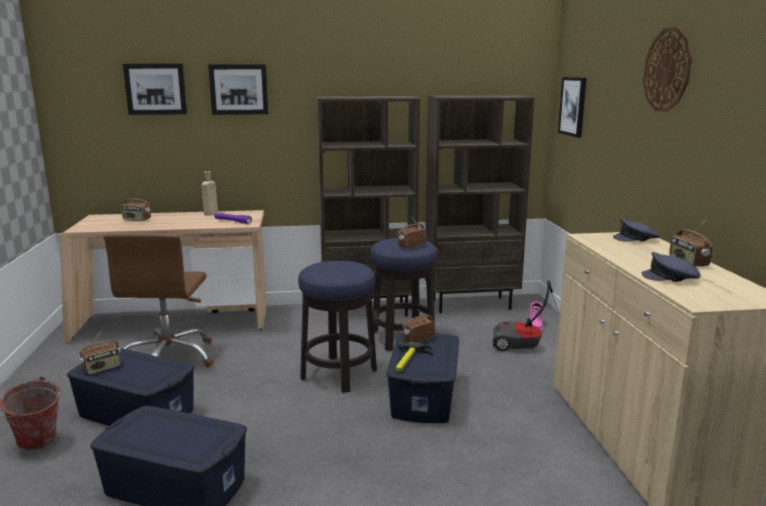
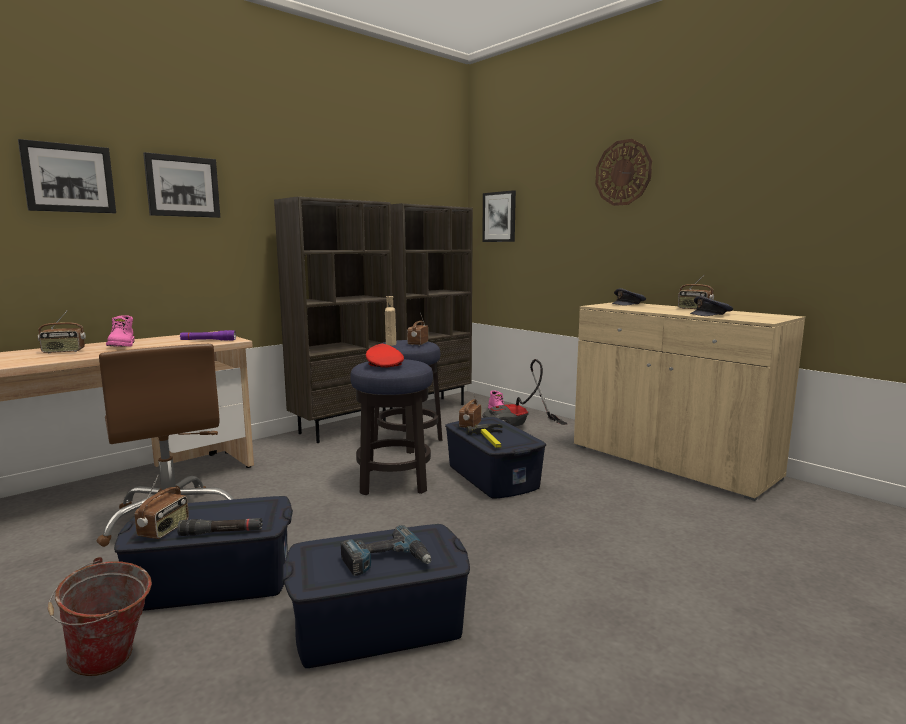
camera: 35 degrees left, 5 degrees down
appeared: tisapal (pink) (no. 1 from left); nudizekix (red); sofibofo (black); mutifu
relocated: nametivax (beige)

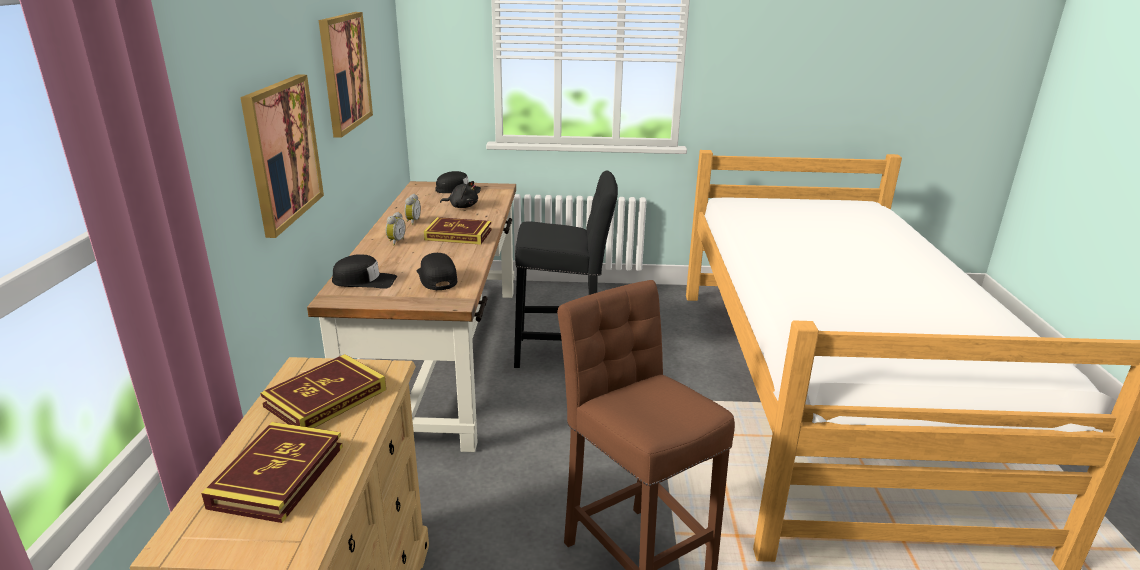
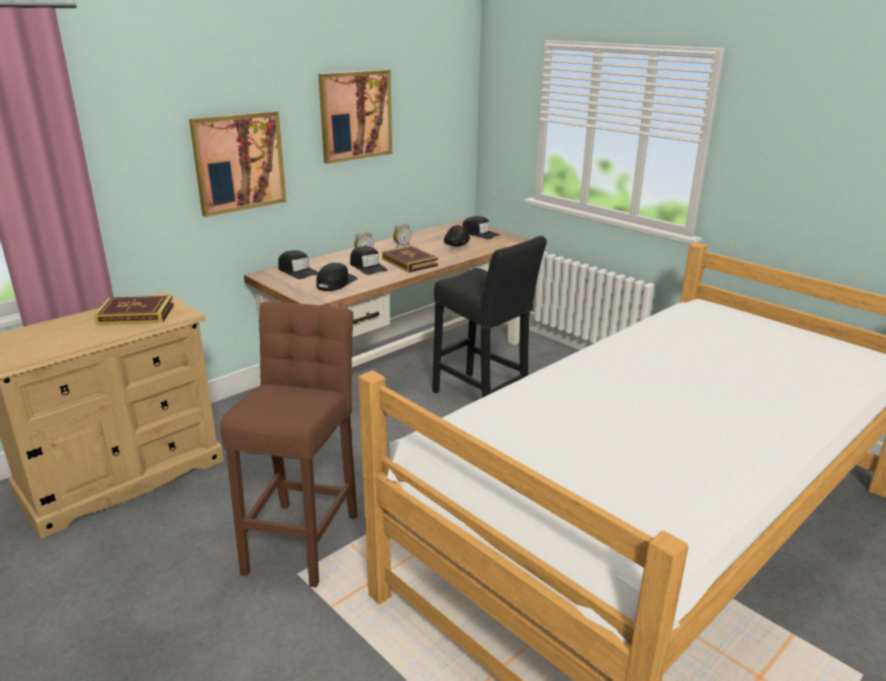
camera: 45 degrees right, 0 degrees up
missing: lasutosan (no. 1 from left)
appeared: nudizekix (black) (no. 3 from left)

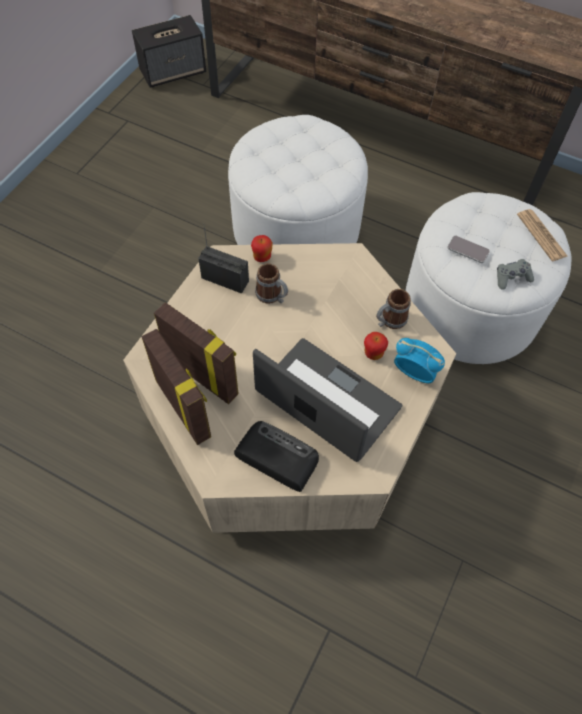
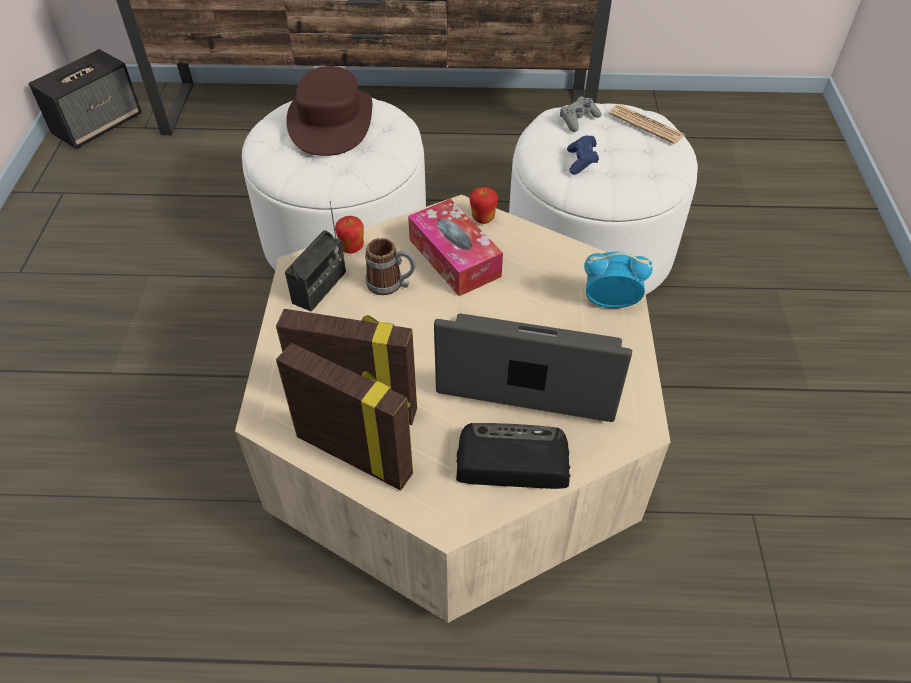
camera: 25 degrees left, 10 degrees down
missing: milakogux (no. 2 from left)
appeared: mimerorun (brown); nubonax
relocated: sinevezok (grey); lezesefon (no. 2 from left)
exchanged: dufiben to sinevezok (blue)
spun: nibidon (no. 1 from left) 120 degrees clockwise

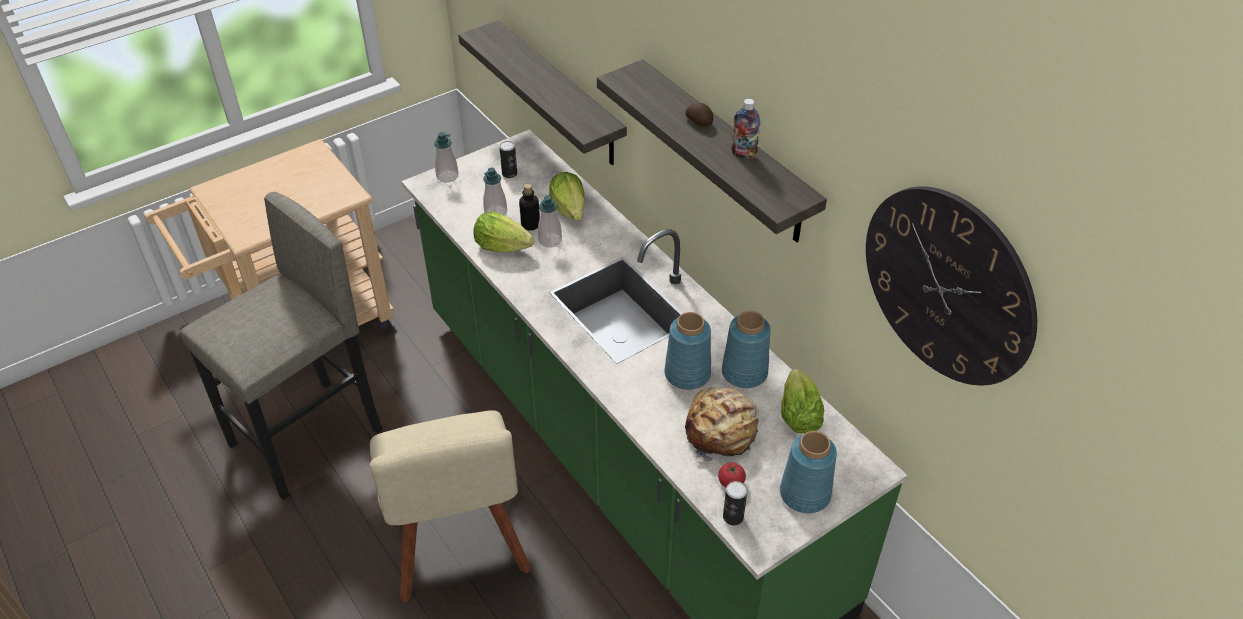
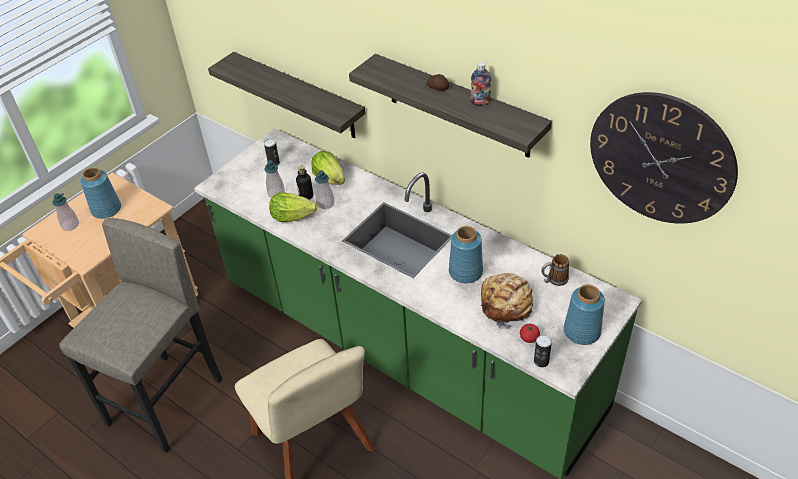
camera: 15 degrees left, 0 degrees up
relocated: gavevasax (no. 1 from left); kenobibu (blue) (no. 2 from left in the first image) to kenobibu (blue) (no. 1 from left)
exchanged: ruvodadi (no. 3 from left) to milakogux

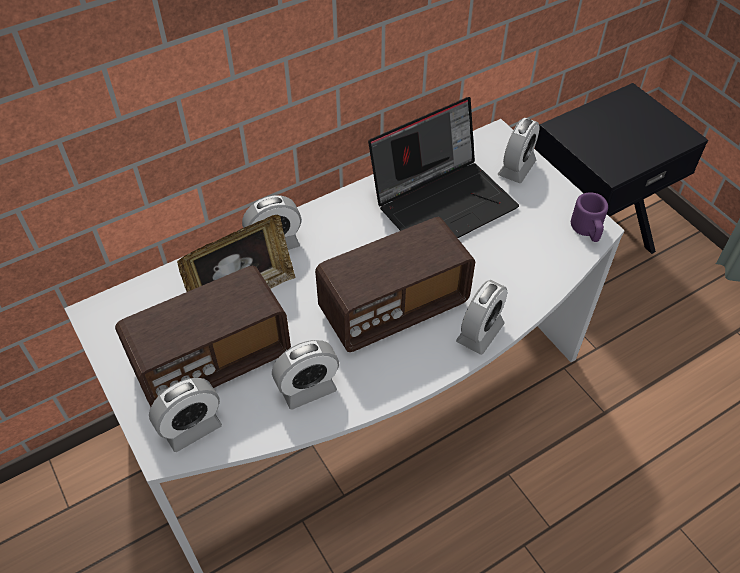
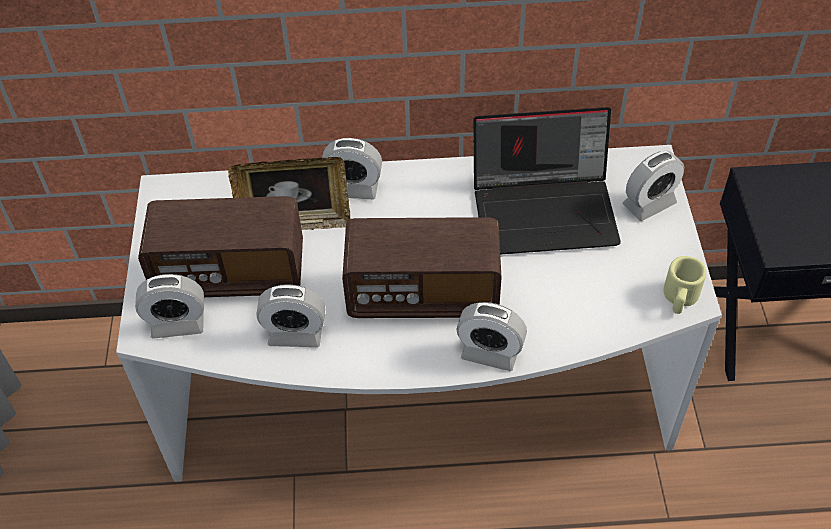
camera: 30 degrees right, 0 degrees up
colour: milakogux (purple) to milakogux (beige)
spun: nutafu (no. 4 from left) 45 degrees clockwise

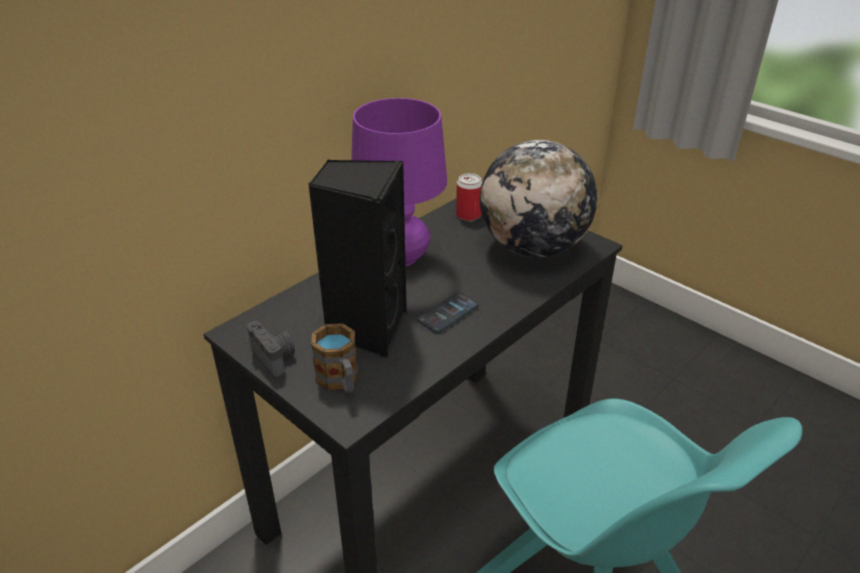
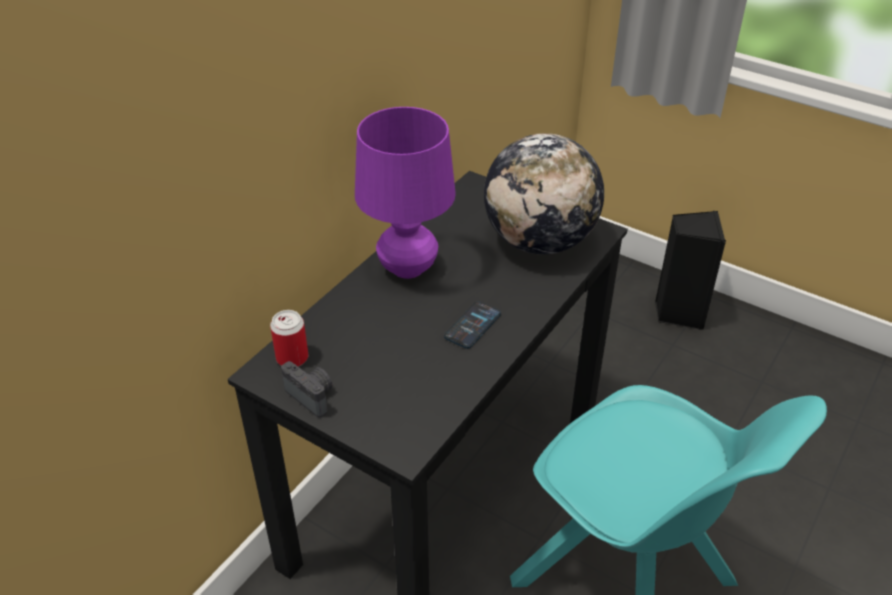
camera: 10 degrees left, 5 degrees up
missing: milakogux
relocated: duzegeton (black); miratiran

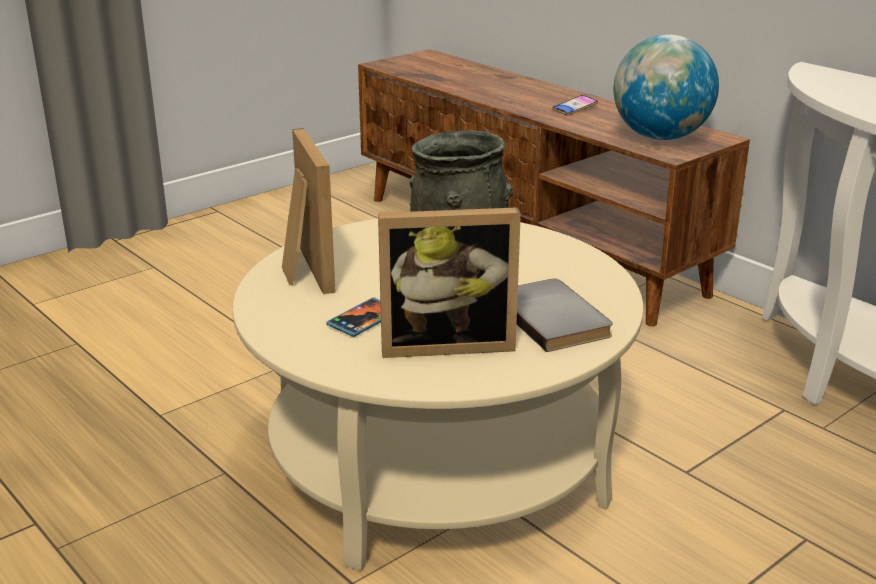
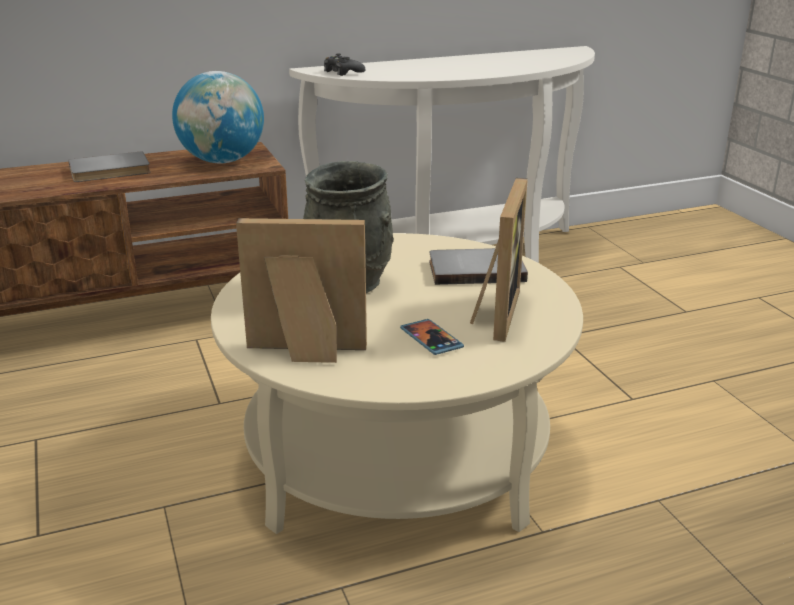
camera: 70 degrees left, 0 degrees up
appeared: sinevezok (black)
exchanged: dufiben (no. 2 from left) to lasutosan (grey) (no. 1 from left)

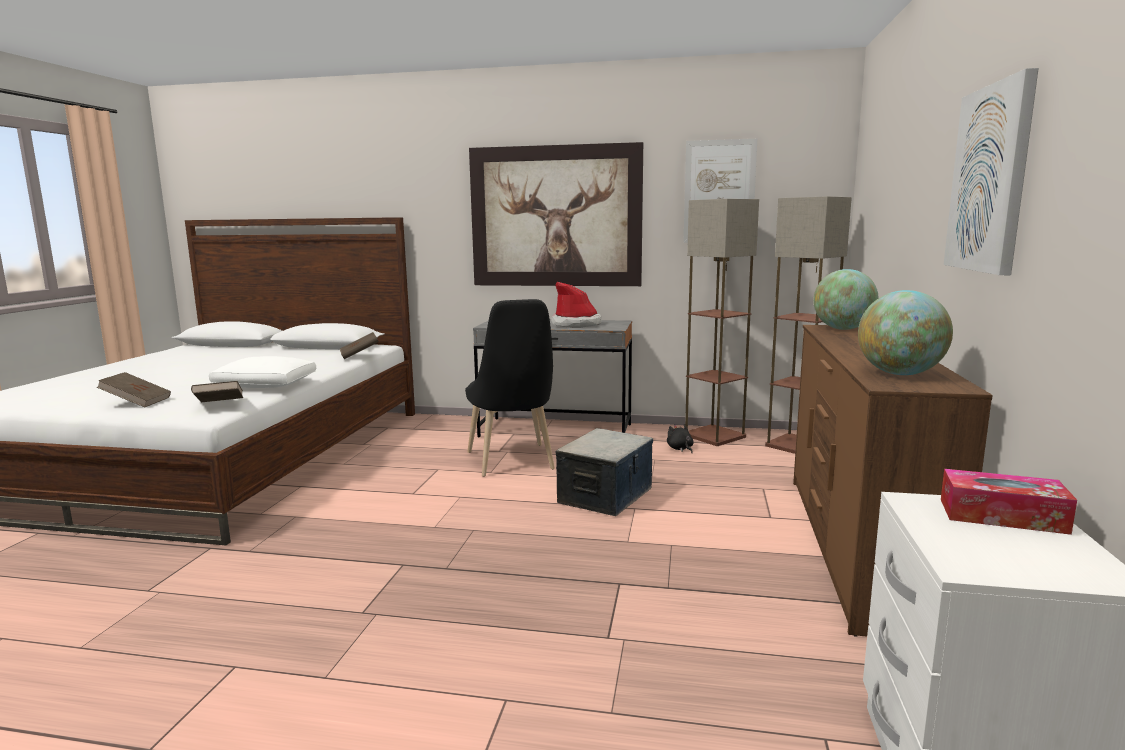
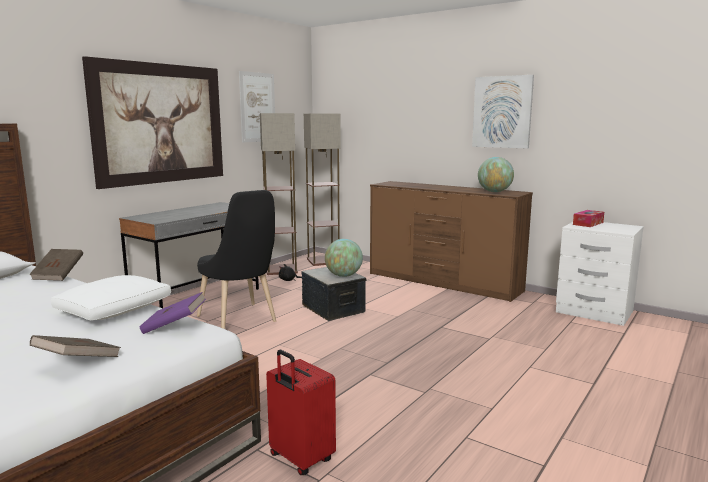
camera: 65 degrees left, 0 degrees up
missing: mimerorun
appeared: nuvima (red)
relocated: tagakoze (no. 1 from left)
colour: lasutosan (brown) (no. 2 from left) to lasutosan (purple)
spun: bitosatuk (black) 45 degrees clockwise

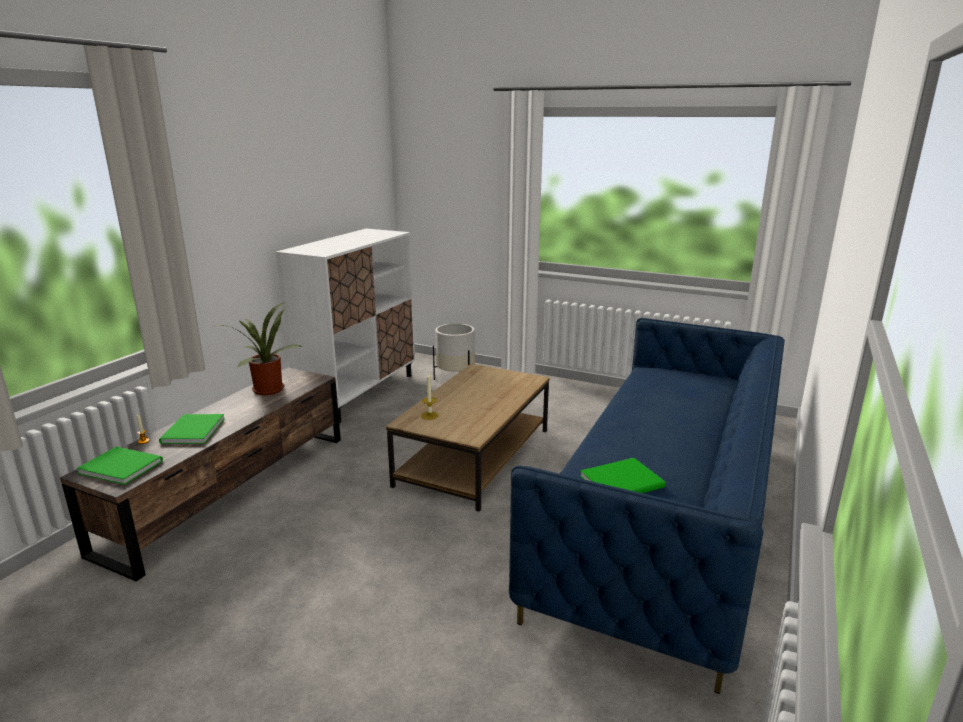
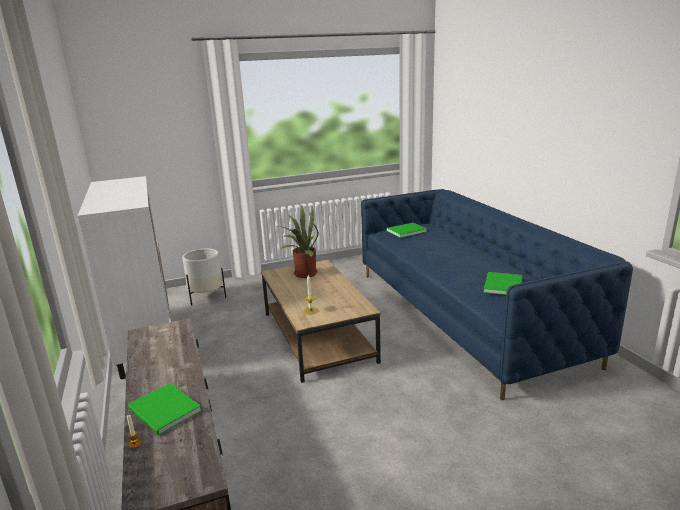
camera: 45 degrees left, 0 degrees up
relocated: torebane; lasutosan (green) (no. 1 from left in the first image) to lasutosan (green) (no. 2 from left)

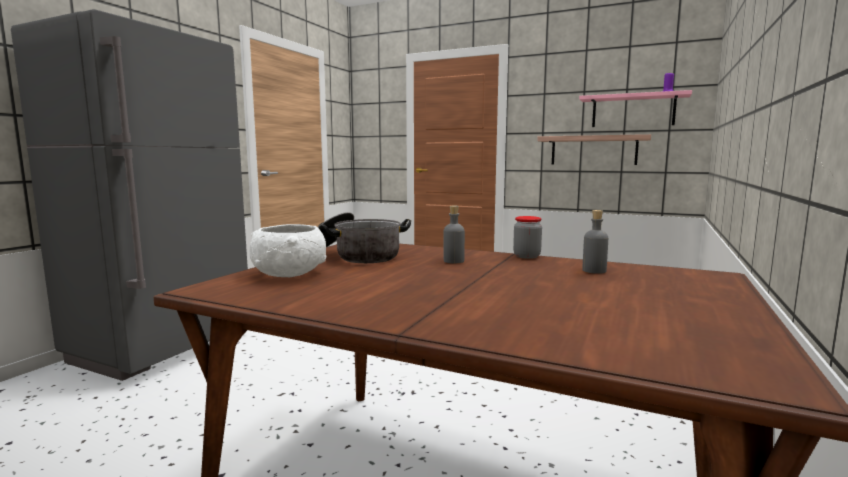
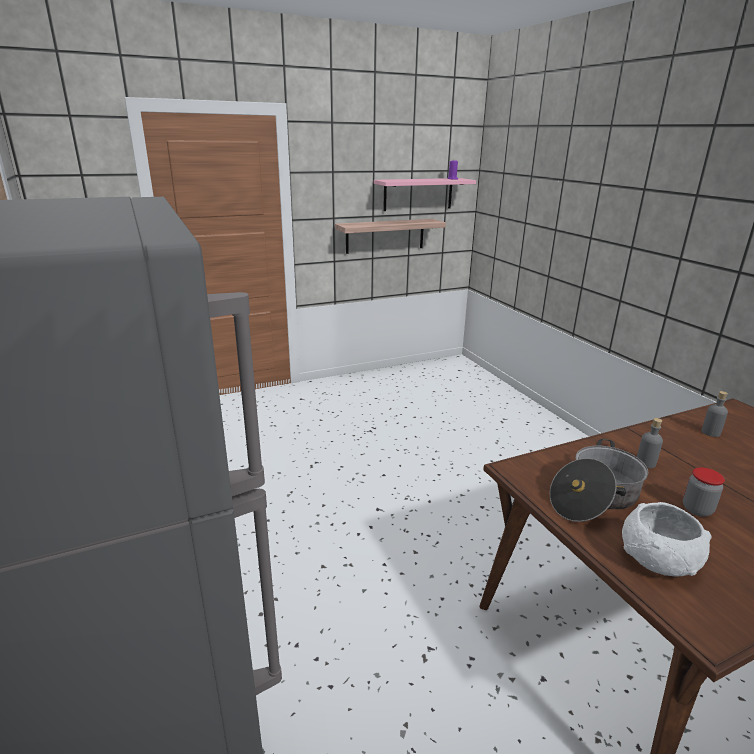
camera: 50 degrees left, 15 degrees up
relocated: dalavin

